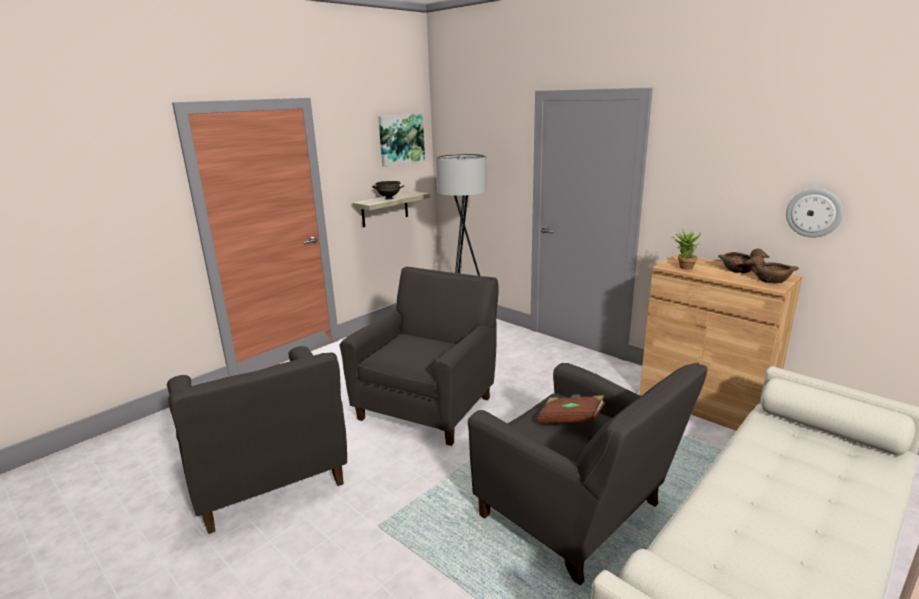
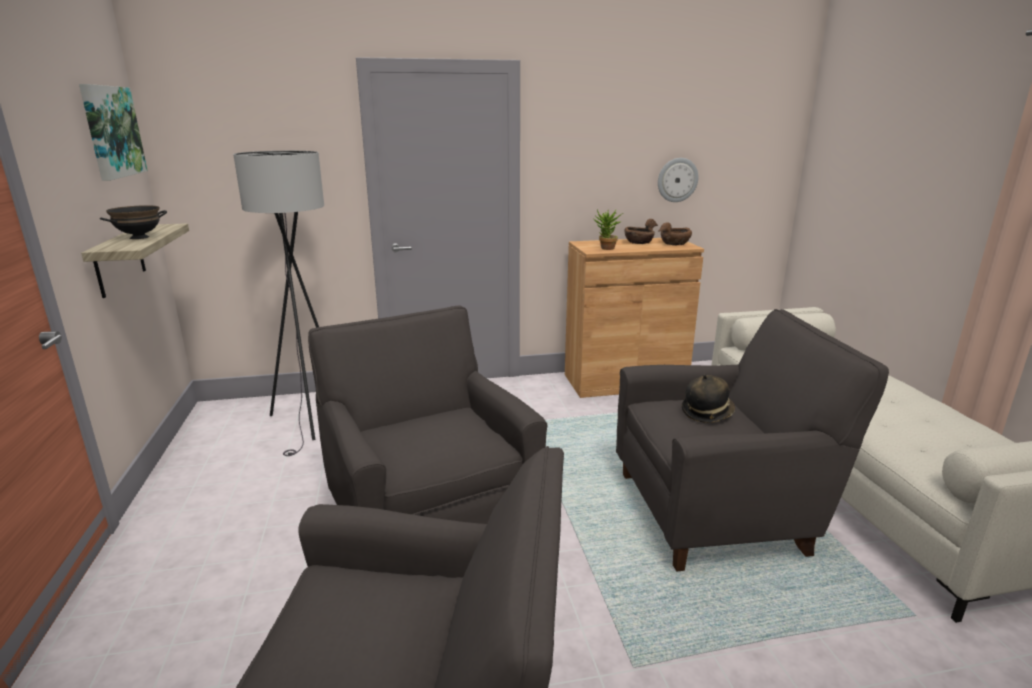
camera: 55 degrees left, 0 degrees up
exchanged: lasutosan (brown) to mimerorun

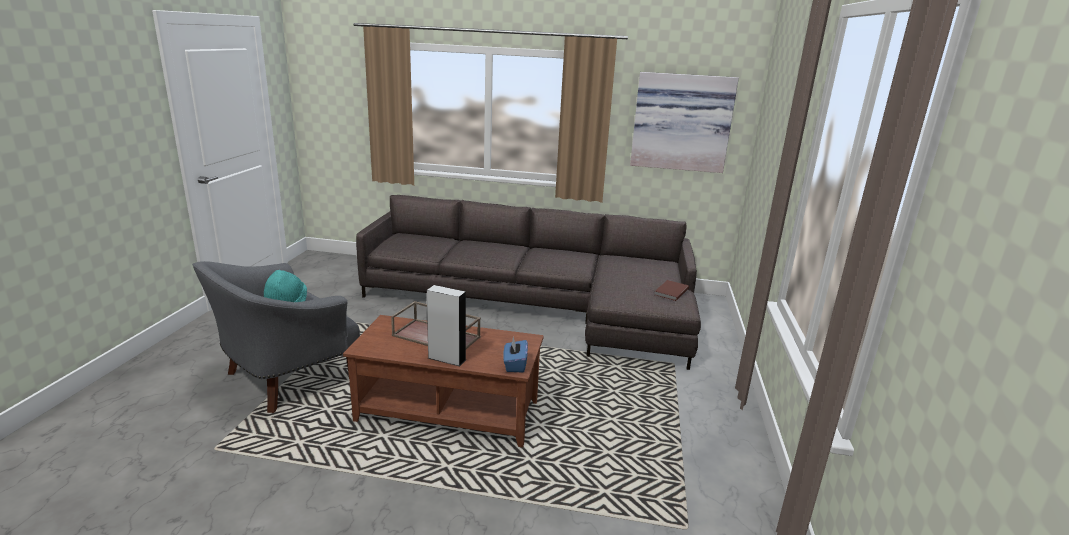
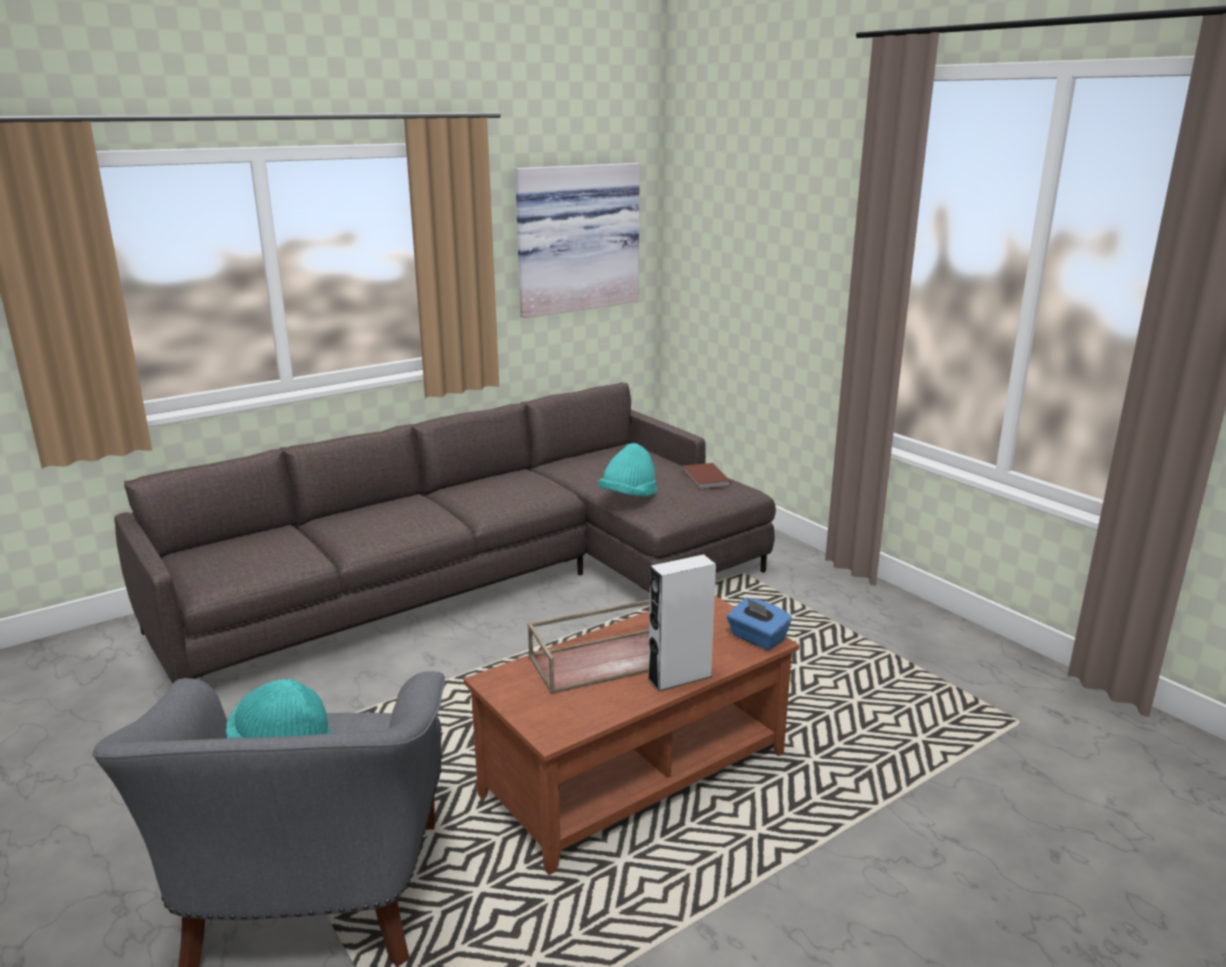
camera: 45 degrees left, 0 degrees up
appeared: mimerorun (turquoise) (no. 2 from left)

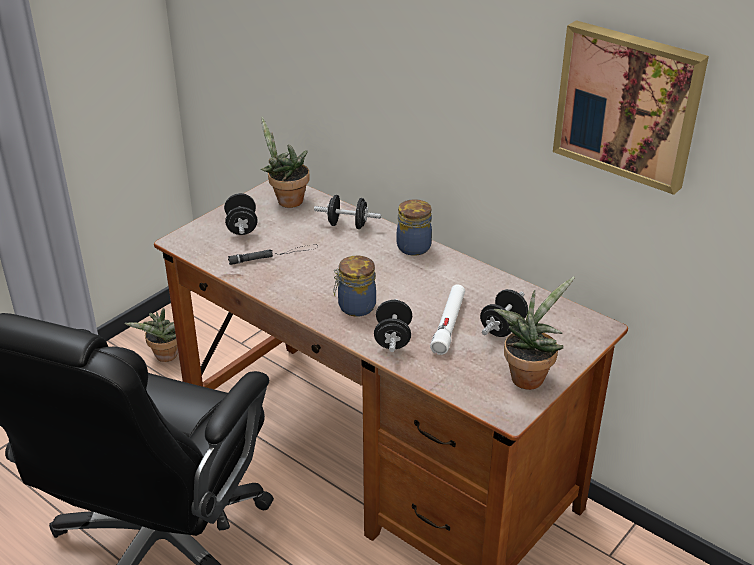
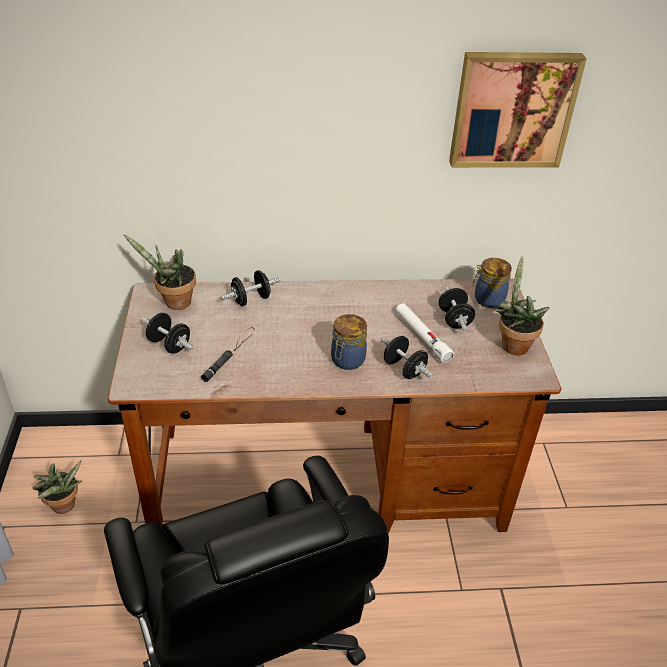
camera: 45 degrees left, 5 degrees up
relocated: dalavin (no. 2 from left)

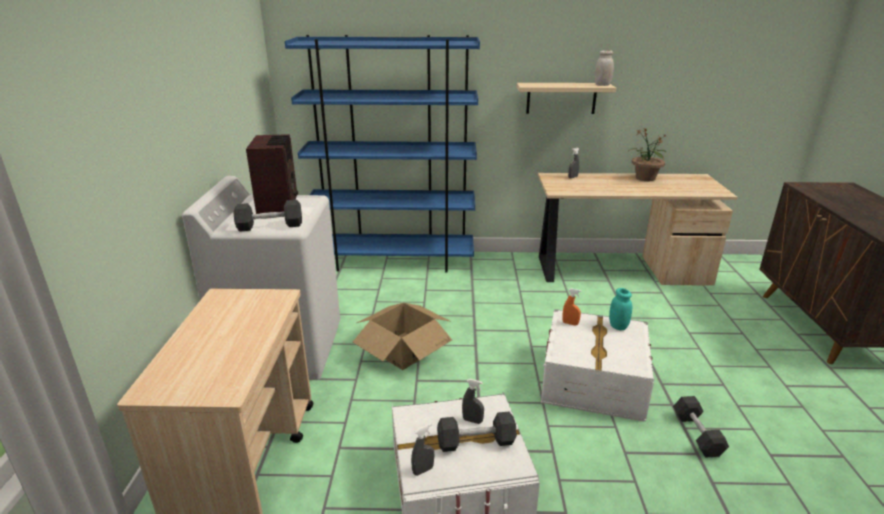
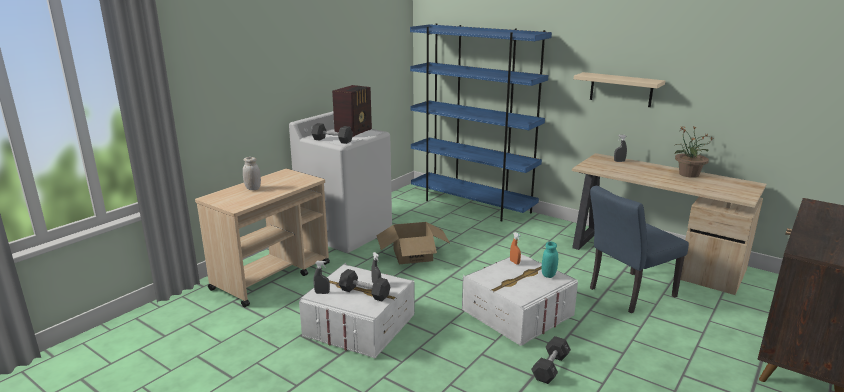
camera: 35 degrees right, 5 degrees down
appeared: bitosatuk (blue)
relocated: dalavin (white)

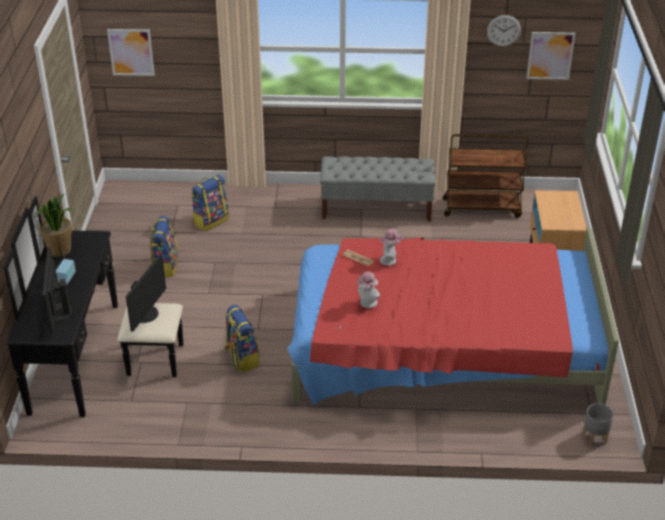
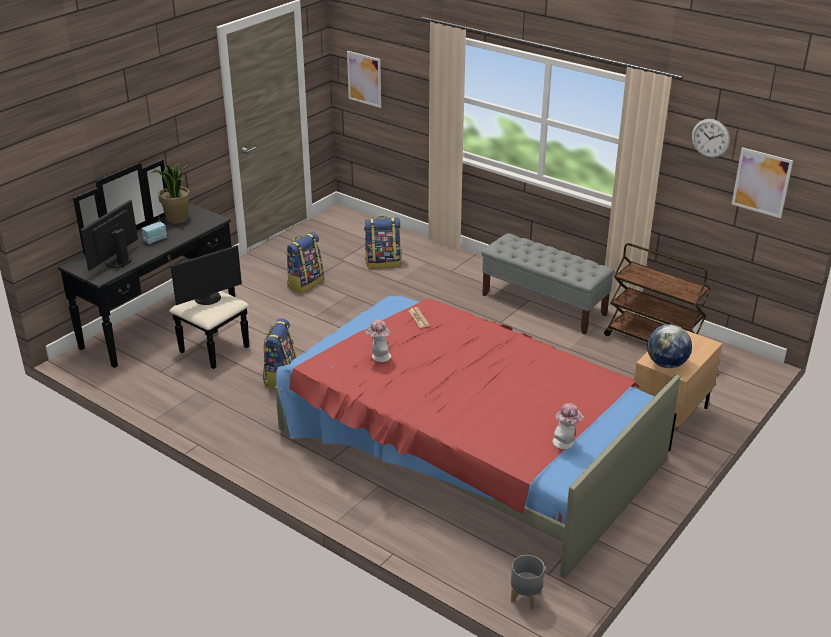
camera: 35 degrees right, 5 degrees down
appeared: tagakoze
relocated: mimerorun (no. 2 from left)

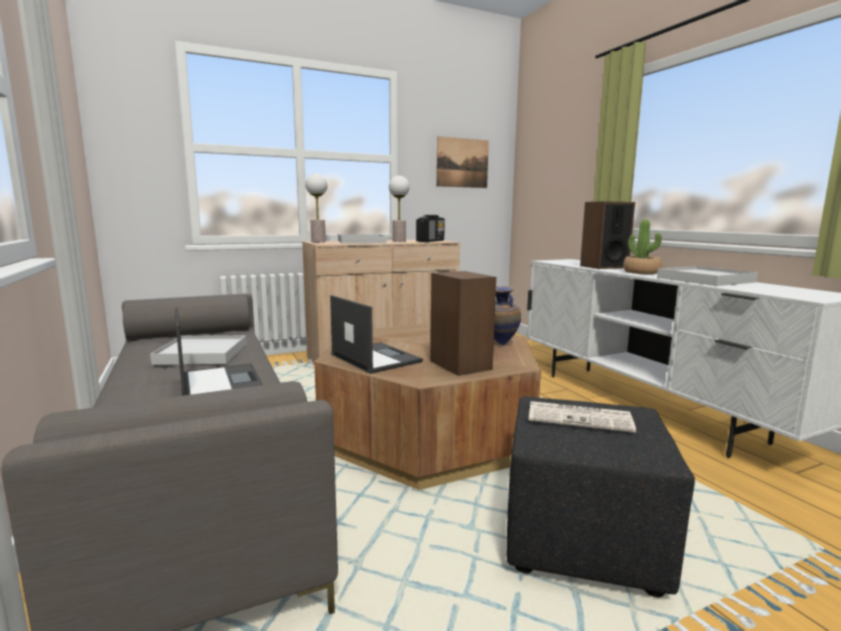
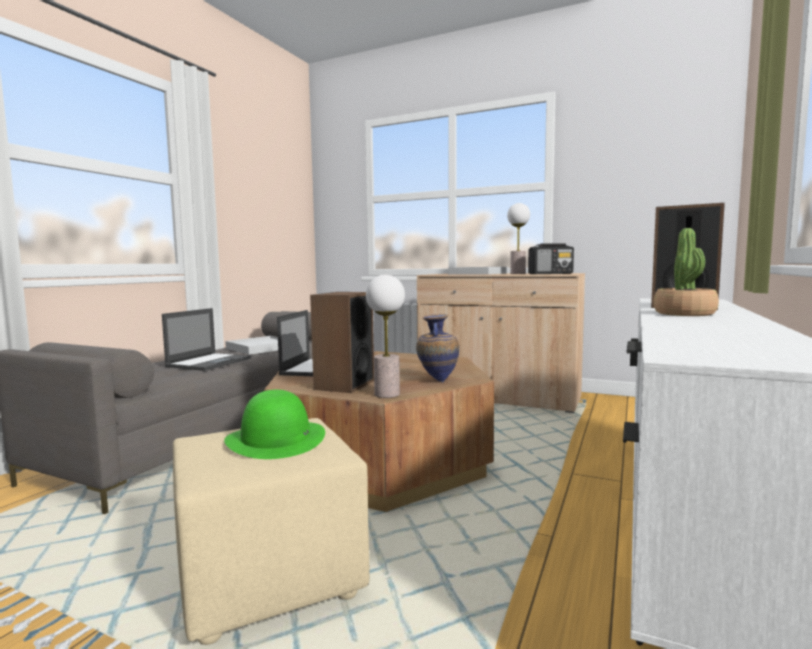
camera: 50 degrees right, 5 degrees down
missing: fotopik; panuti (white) (no. 3 from left)
relocated: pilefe (no. 1 from left)
exchanged: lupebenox to mimerorun (green)
colour: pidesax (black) to pidesax (beige)

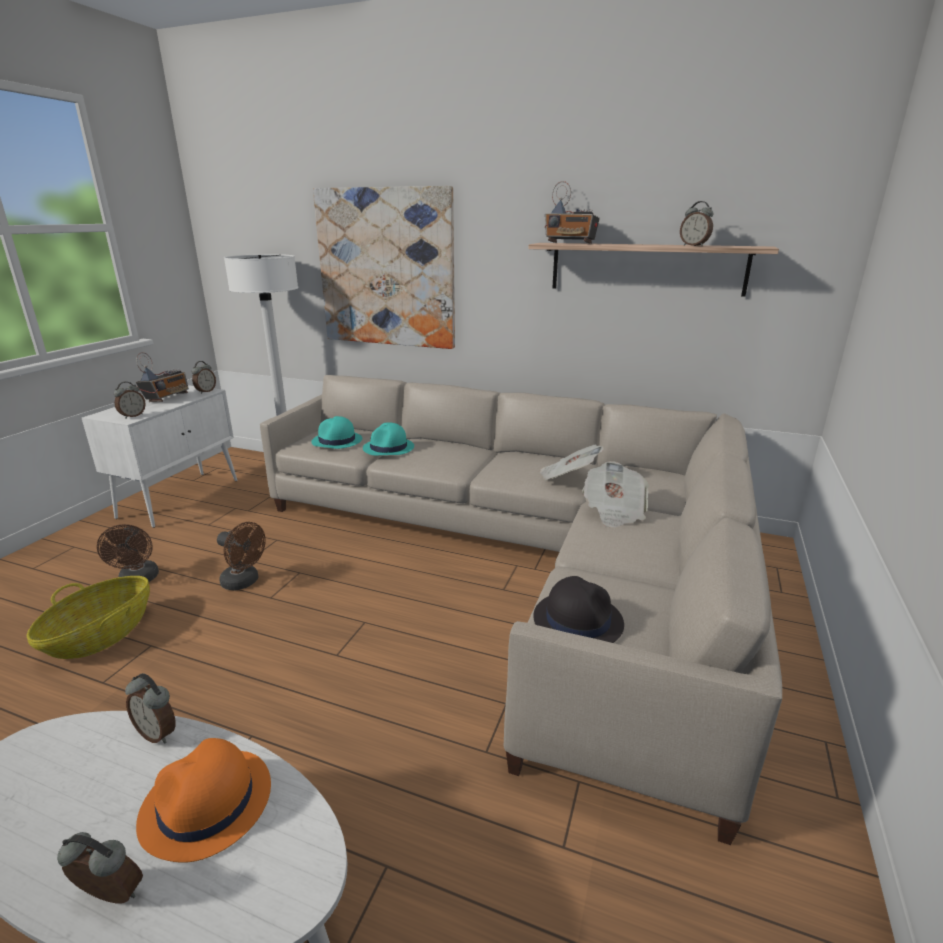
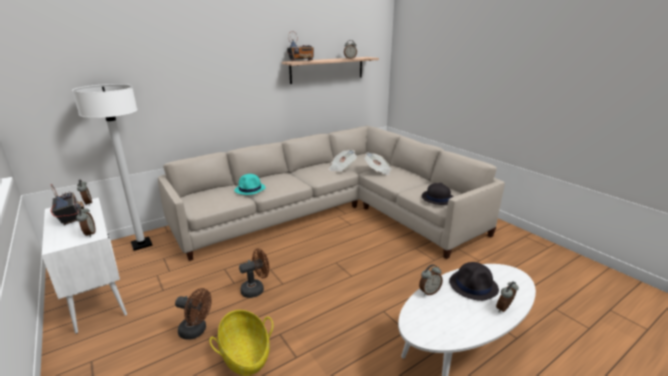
camera: 55 degrees left, 0 degrees up
missing: fotopik; mimerorun (turquoise) (no. 1 from left)
colour: mimerorun (orange) to mimerorun (black) (no. 2 from left)

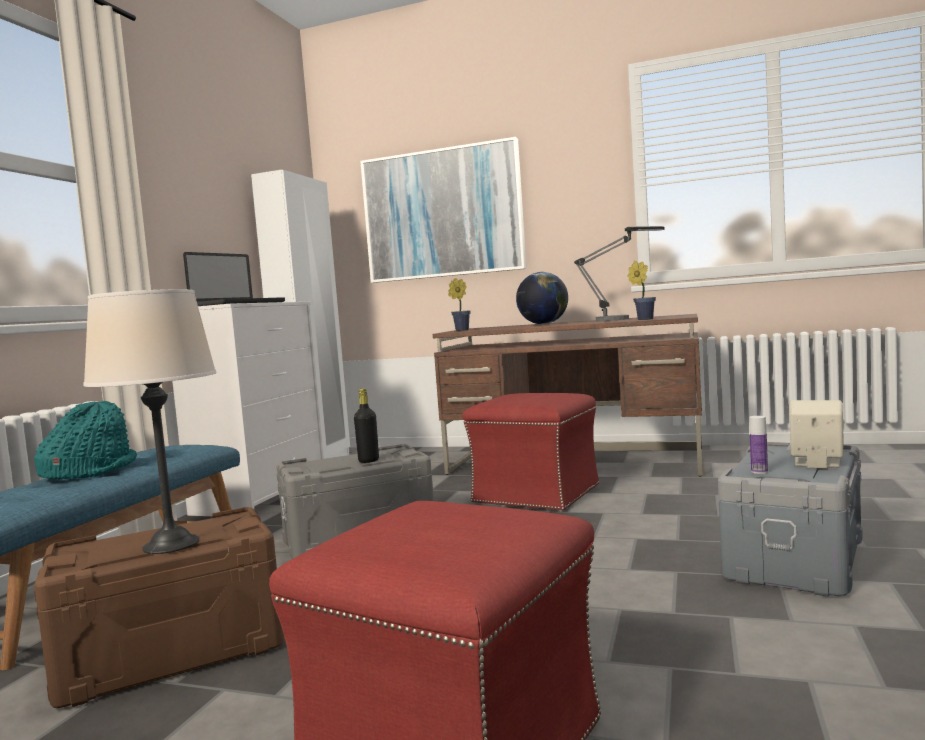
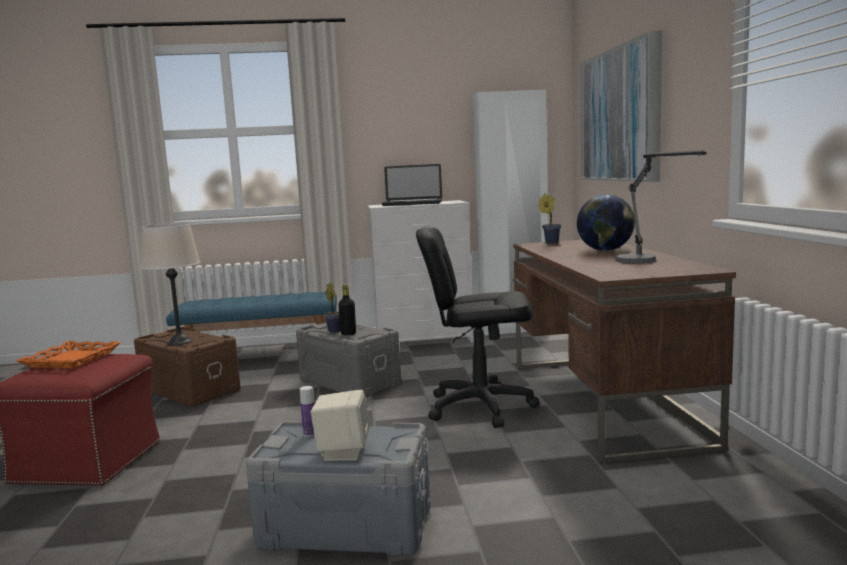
camera: 65 degrees right, 5 degrees up
missing: mimerorun (turquoise)
appeared: panuti (orange)
relocated: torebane (no. 2 from left in the first image) to torebane (no. 1 from left)
exchanged: pidesax (red) (no. 2 from left) to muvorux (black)

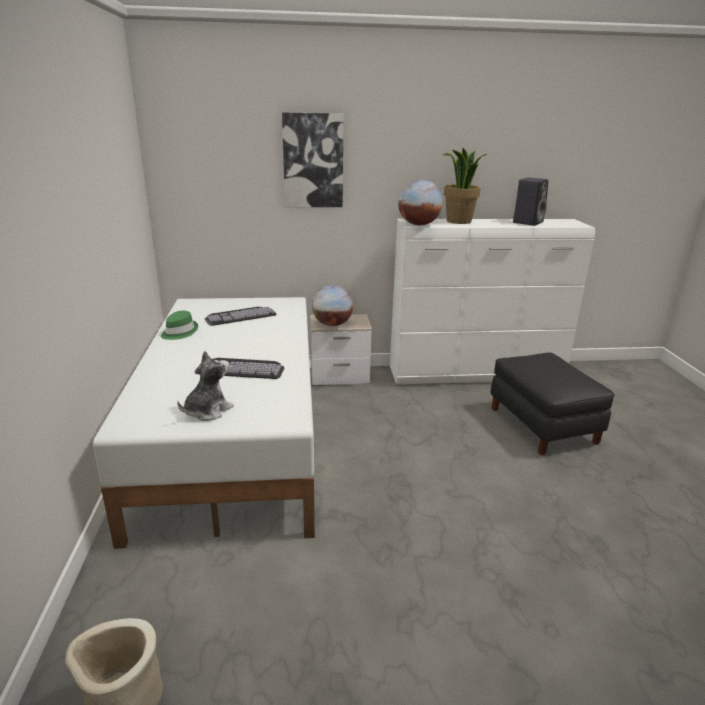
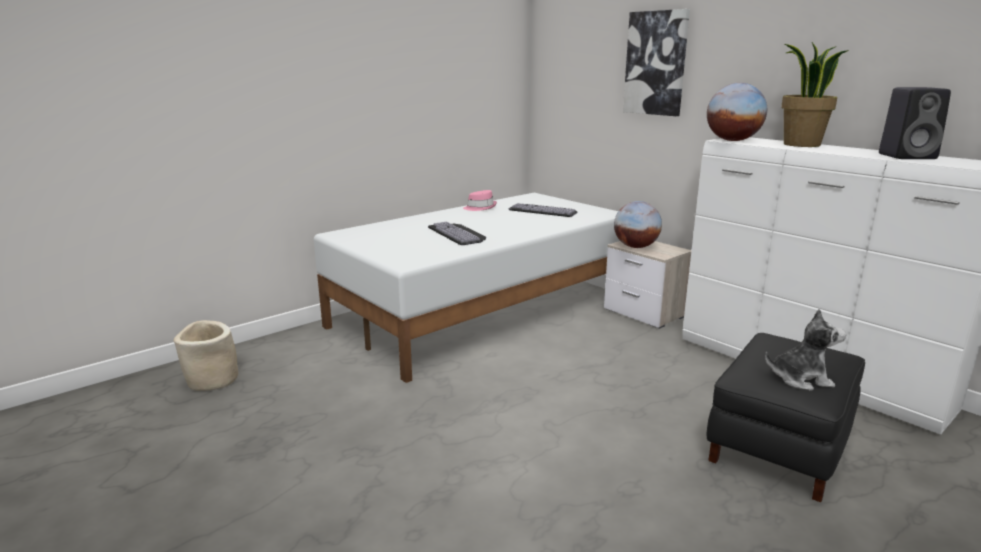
camera: 55 degrees right, 5 degrees down
relocated: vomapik
colour: mimerorun (green) to mimerorun (pink)

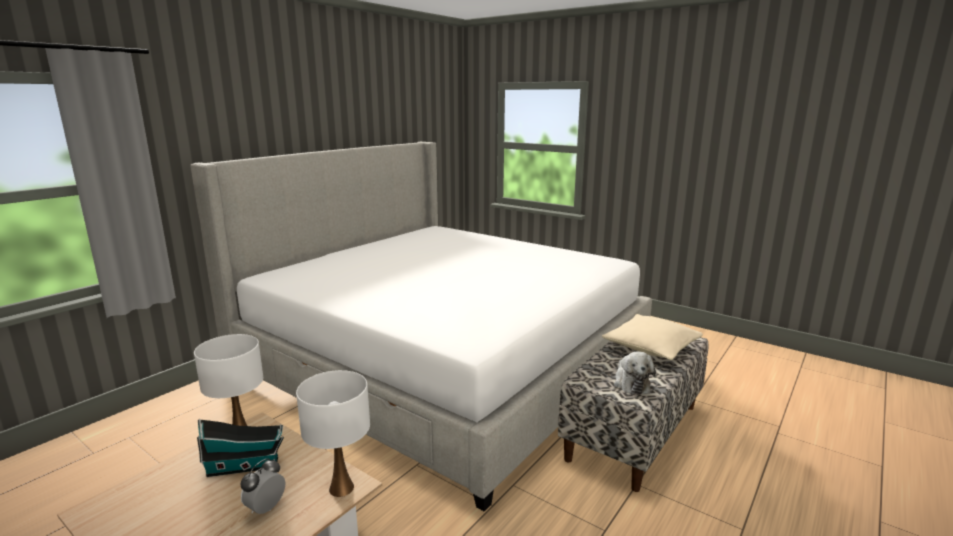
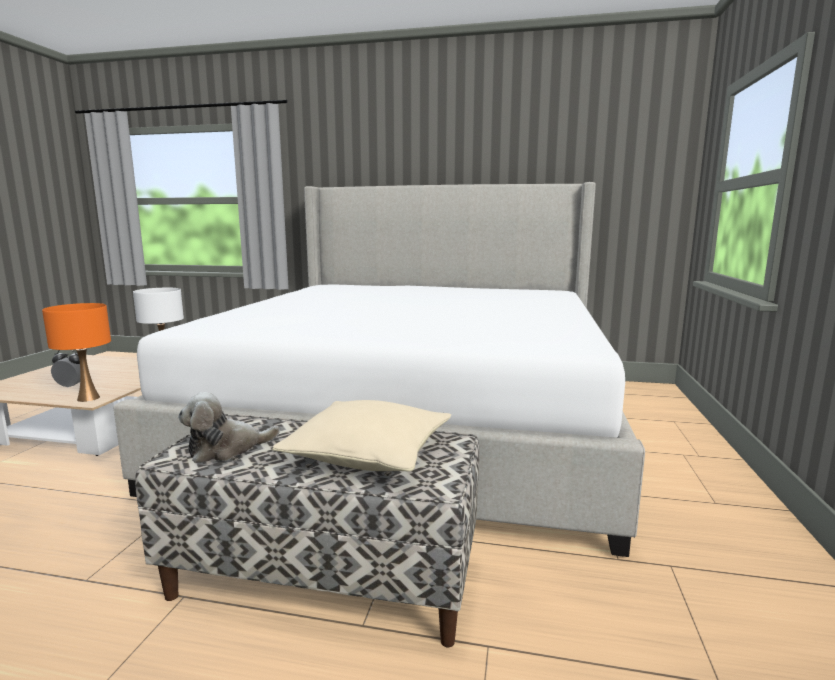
camera: 65 degrees right, 5 degrees down
missing: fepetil
colour: pilefe (white) (no. 2 from left) to pilefe (orange)

